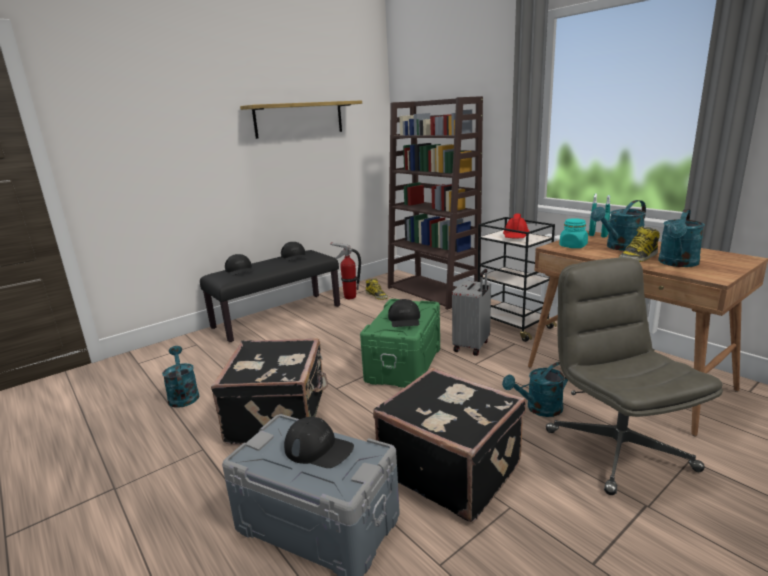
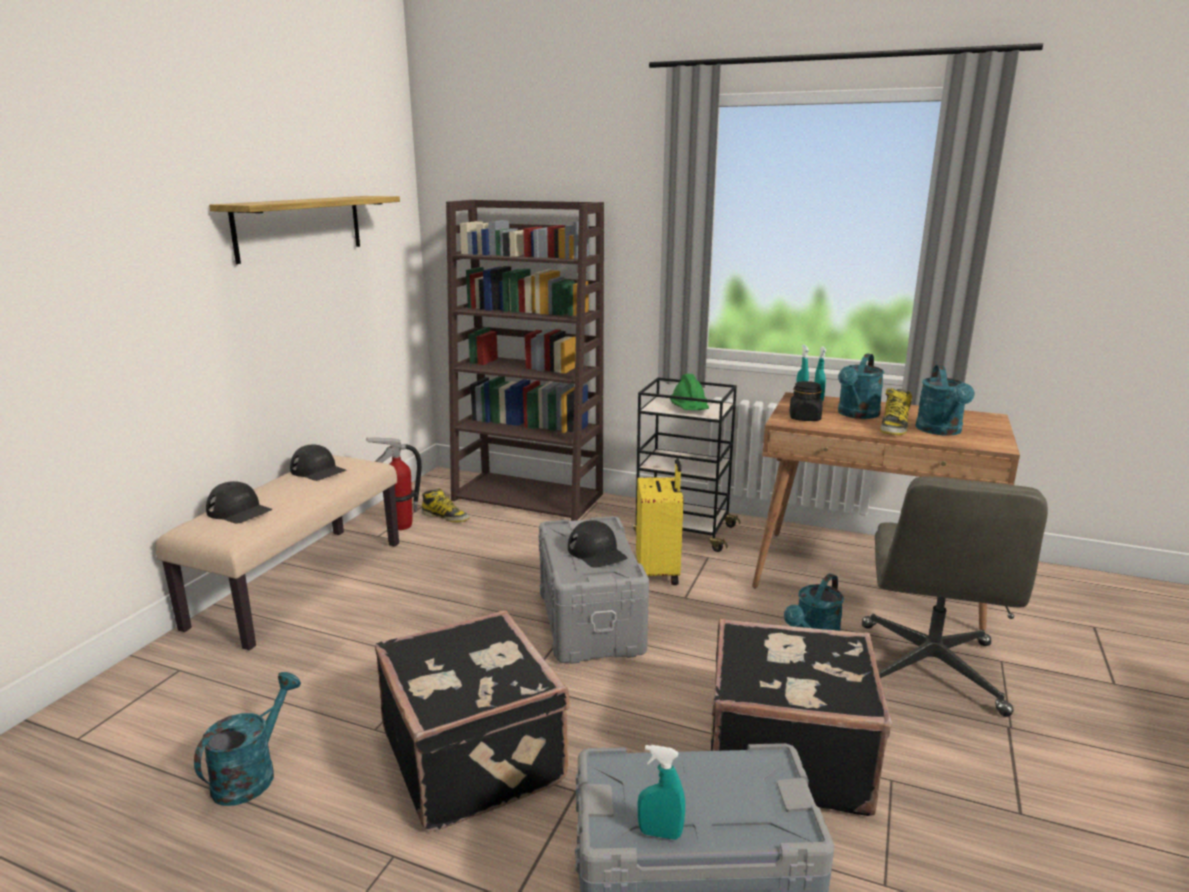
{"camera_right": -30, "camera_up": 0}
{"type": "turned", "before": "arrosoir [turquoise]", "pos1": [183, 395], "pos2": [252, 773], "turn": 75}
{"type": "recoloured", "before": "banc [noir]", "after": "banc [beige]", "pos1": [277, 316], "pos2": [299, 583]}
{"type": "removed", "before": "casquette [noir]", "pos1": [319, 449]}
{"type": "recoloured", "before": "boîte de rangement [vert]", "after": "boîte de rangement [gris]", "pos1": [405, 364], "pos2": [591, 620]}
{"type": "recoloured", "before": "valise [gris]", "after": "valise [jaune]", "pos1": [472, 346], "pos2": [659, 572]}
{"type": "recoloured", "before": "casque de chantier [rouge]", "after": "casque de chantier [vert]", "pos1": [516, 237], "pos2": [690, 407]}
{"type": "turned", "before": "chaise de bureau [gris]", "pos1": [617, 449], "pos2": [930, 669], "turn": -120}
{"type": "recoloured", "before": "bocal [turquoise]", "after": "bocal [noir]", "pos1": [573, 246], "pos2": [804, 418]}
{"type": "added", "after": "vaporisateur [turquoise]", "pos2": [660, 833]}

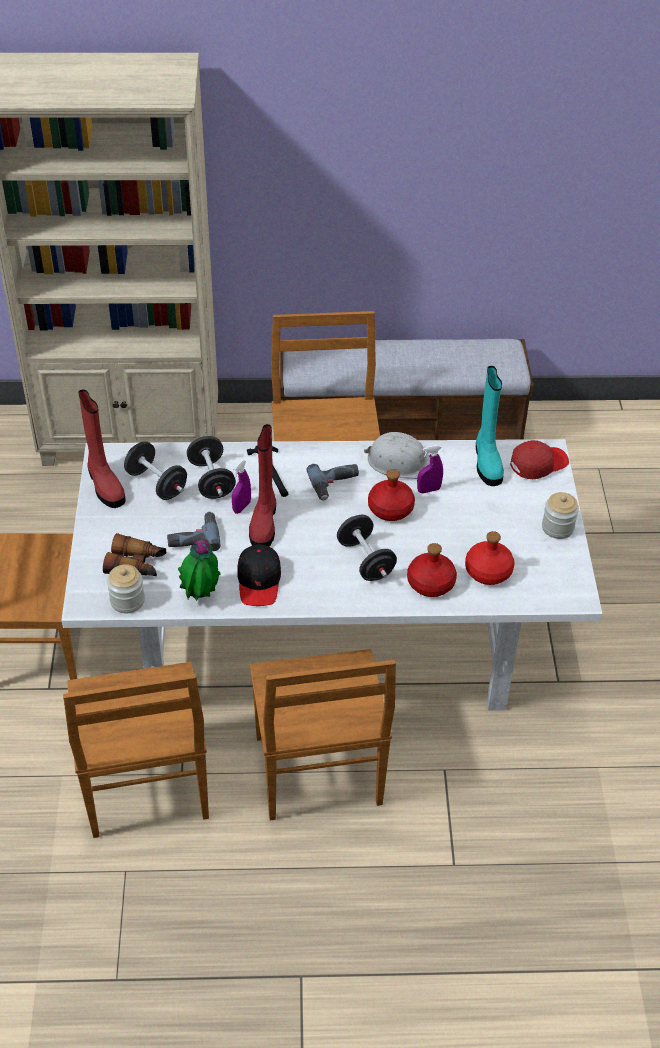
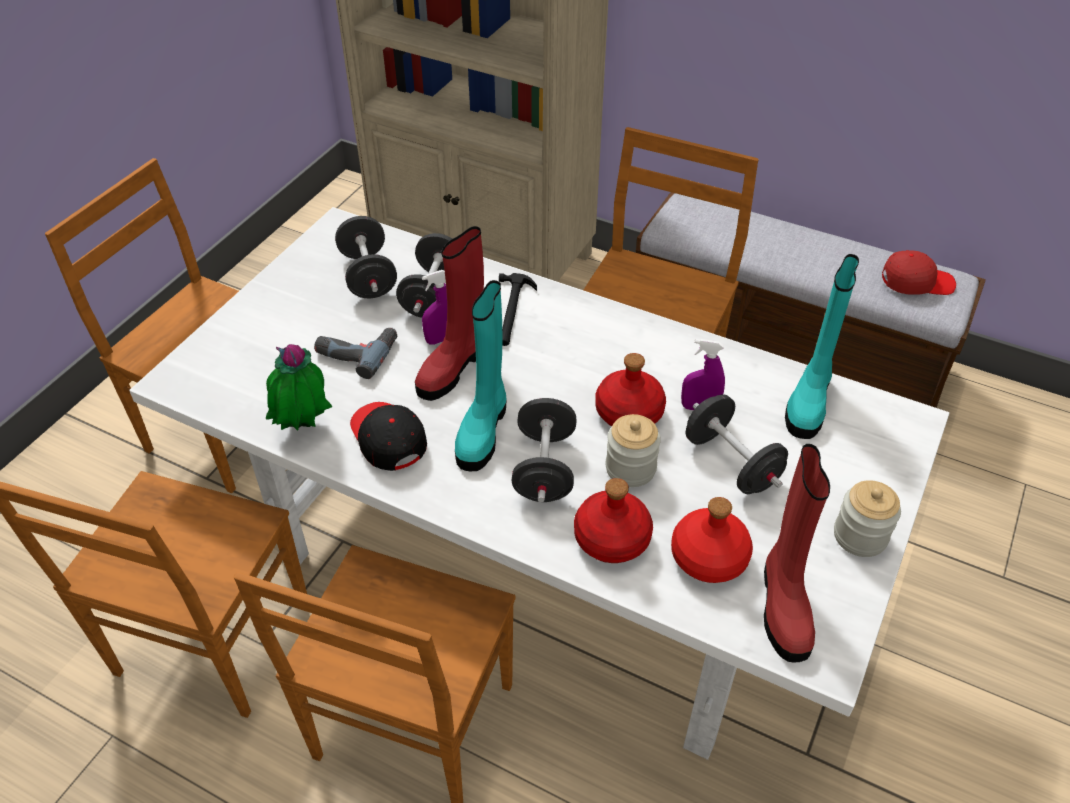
{"camera_right": 30, "camera_up": 0}
{"type": "moved", "before": "botte [rouge]", "pos1": [104, 485], "pos2": [783, 605]}
{"type": "removed", "before": "jumelles", "pos1": [136, 565]}
{"type": "moved", "before": "bocal", "pos1": [127, 601], "pos2": [630, 468]}
{"type": "turned", "before": "casquette [noir]", "pos1": [259, 581], "pos2": [387, 439], "turn": 120}
{"type": "removed", "before": "perceuse", "pos1": [335, 485]}
{"type": "removed", "before": "casque de chantier [blanc]", "pos1": [400, 462]}
{"type": "moved", "before": "casquette [rouge]", "pos1": [538, 464], "pos2": [916, 282]}
{"type": "added", "after": "botte [turquoise]", "pos2": [483, 430]}
{"type": "added", "after": "haltère [noir]", "pos2": [731, 463]}

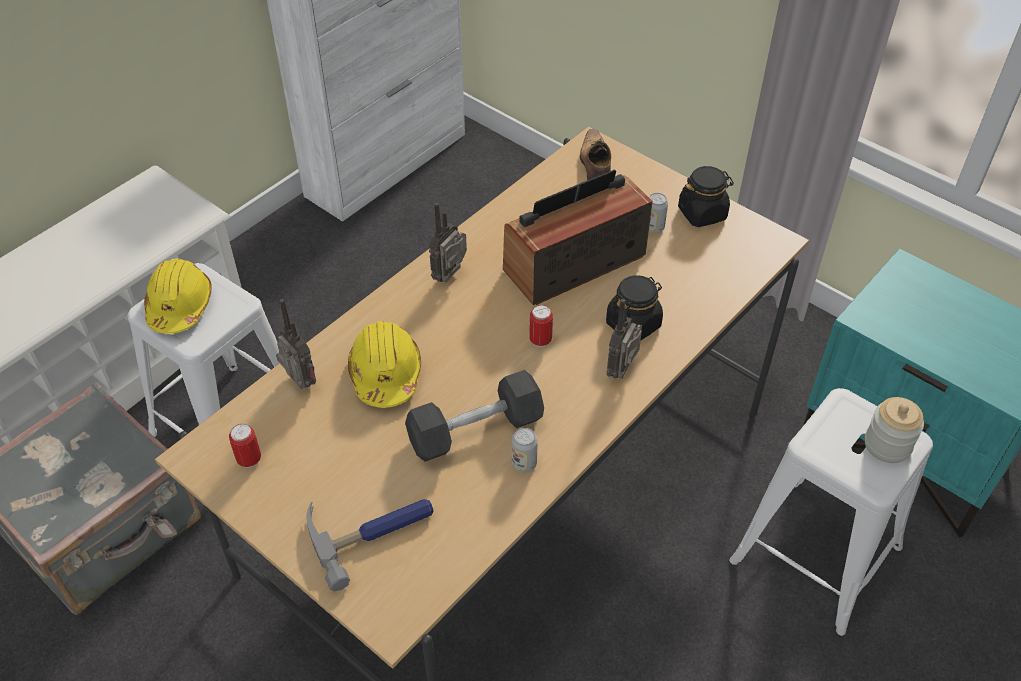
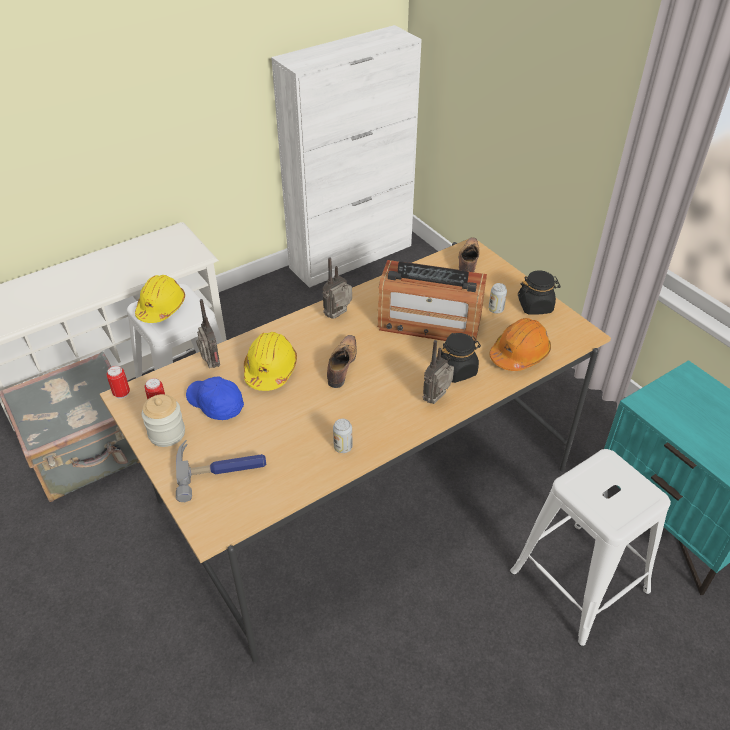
{"camera_right": 15, "camera_up": -5}
{"type": "removed", "before": "haltère [gris]", "pos1": [475, 430]}
{"type": "turned", "before": "radio", "pos1": [574, 262], "pos2": [429, 322], "turn": -150}
{"type": "moved", "before": "boîte métallique", "pos1": [540, 340], "pos2": [121, 393]}
{"type": "moved", "before": "bocal", "pos1": [887, 445], "pos2": [167, 433]}
{"type": "added", "after": "casquette [bleu]", "pos2": [215, 404]}
{"type": "added", "after": "chaussure", "pos2": [341, 366]}
{"type": "added", "after": "casque de chantier [orange]", "pos2": [519, 354]}

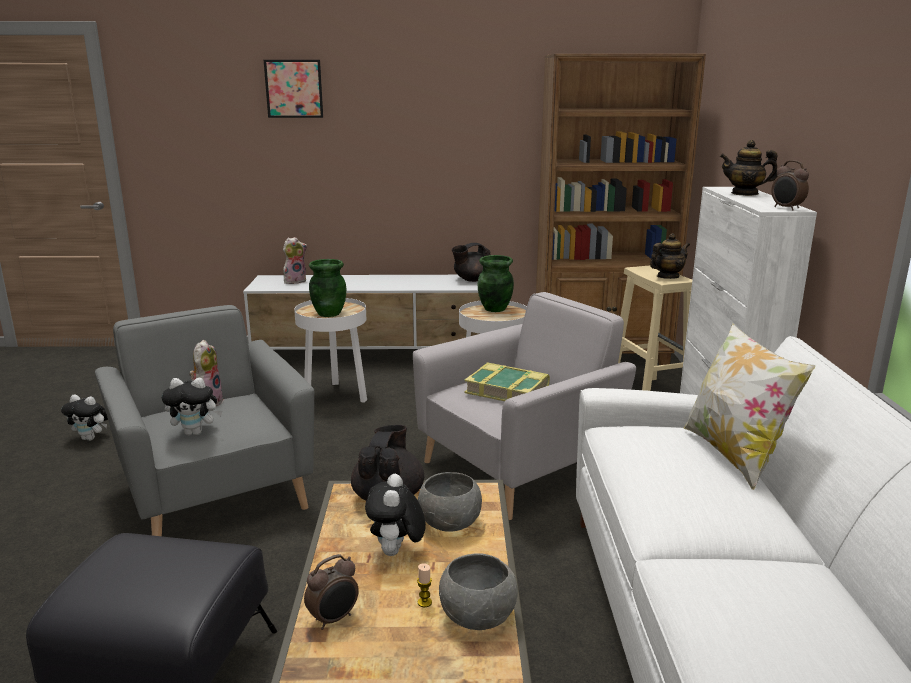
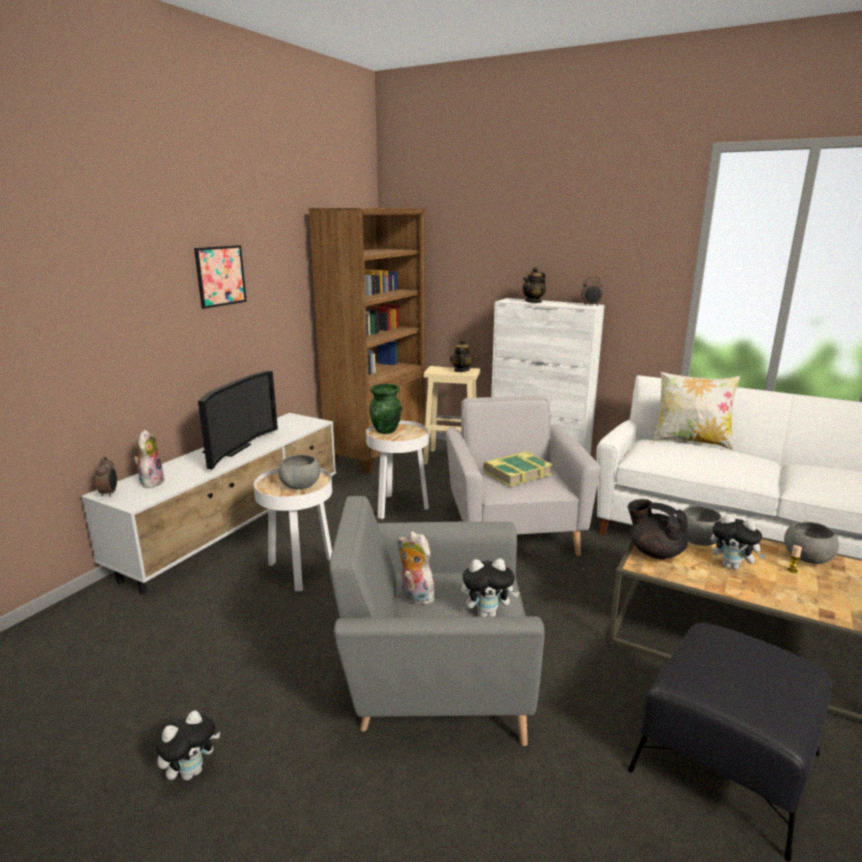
{"camera_right": -60, "camera_up": 0}
{"type": "turned", "before": "peluche", "pos1": [196, 433], "pos2": [487, 614], "turn": 60}
{"type": "moved", "before": "tableau", "pos1": [294, 89], "pos2": [220, 276]}
{"type": "moved", "before": "réveil", "pos1": [334, 619], "pos2": [109, 493]}
{"type": "replaced", "before": "vase [vert]", "after": "bol [gris]", "pos1": [328, 313], "pos2": [300, 486]}
{"type": "removed", "before": "théière [noir]", "pos1": [472, 280]}
{"type": "added", "after": "téléviseur", "pos2": [232, 449]}

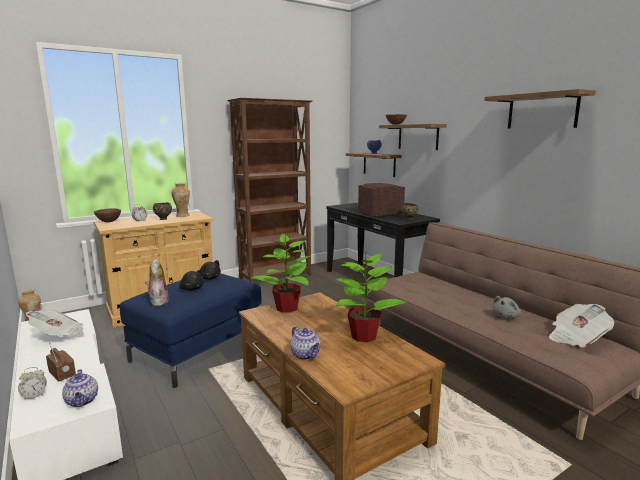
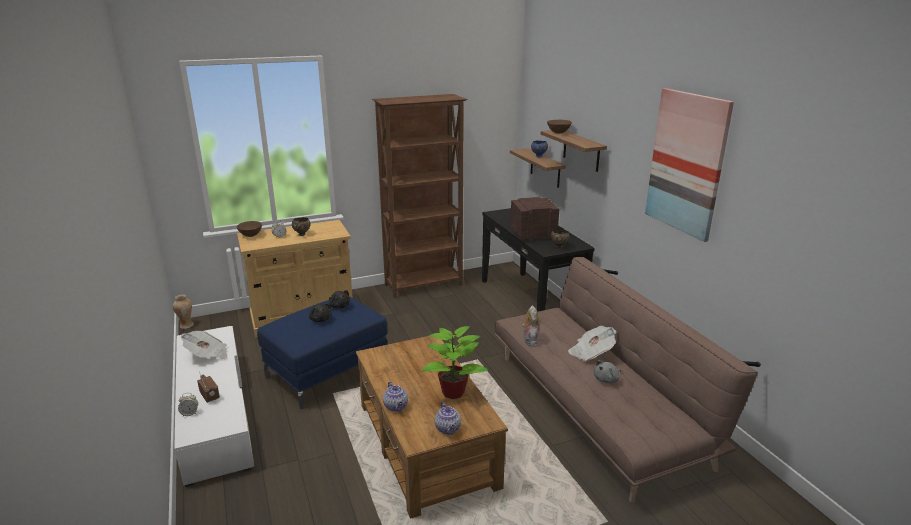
{"camera_right": 10, "camera_up": 10}
{"type": "moved", "before": "théière", "pos1": [82, 401], "pos2": [448, 429]}
{"type": "moved", "before": "peluche", "pos1": [158, 301], "pos2": [530, 341]}
{"type": "removed", "before": "vase", "pos1": [182, 216]}
{"type": "removed", "before": "plante en pot", "pos1": [286, 308]}
{"type": "replaced", "before": "étagère", "after": "tableau", "pos1": [542, 111], "pos2": [687, 163]}
{"type": "moved", "before": "journal", "pos1": [576, 338], "pos2": [591, 353]}

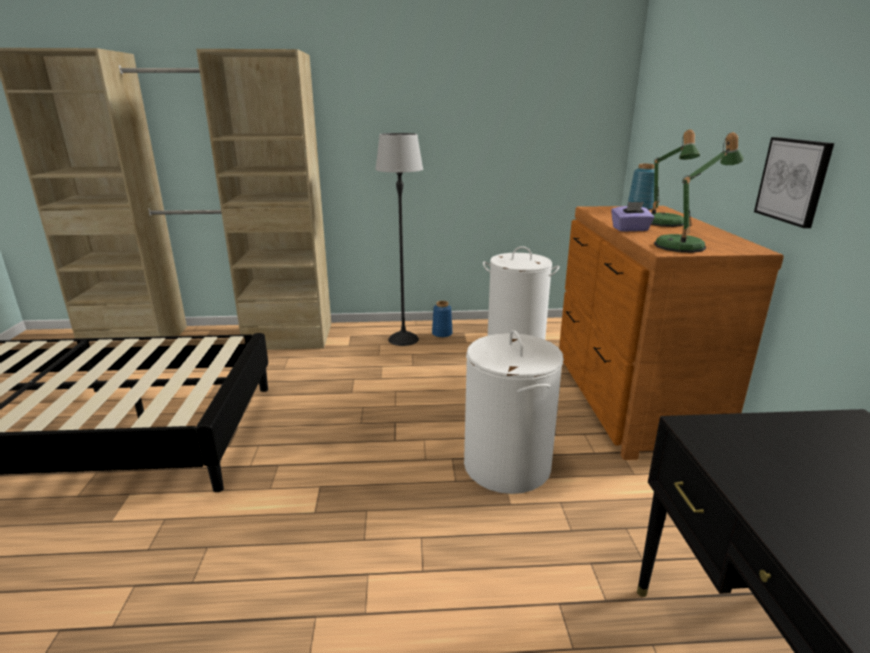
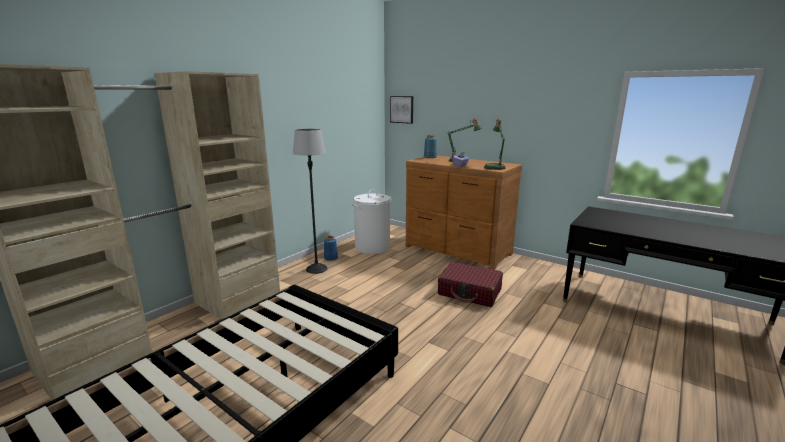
{"camera_right": -50, "camera_up": -5}
{"type": "replaced", "before": "panier à linge [blanc]", "after": "valise [rouge]", "pos1": [507, 466], "pos2": [470, 292]}
{"type": "moved", "before": "tableau", "pos1": [793, 180], "pos2": [402, 109]}

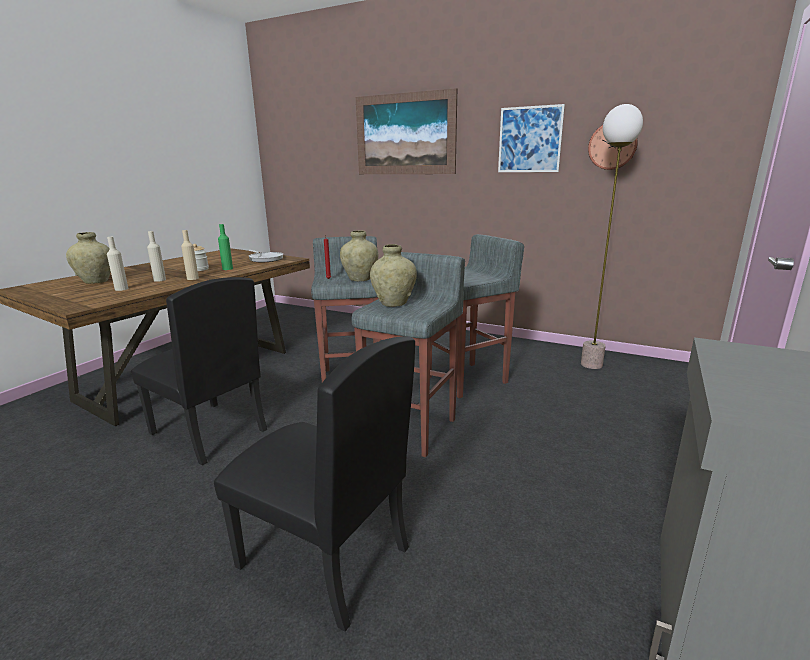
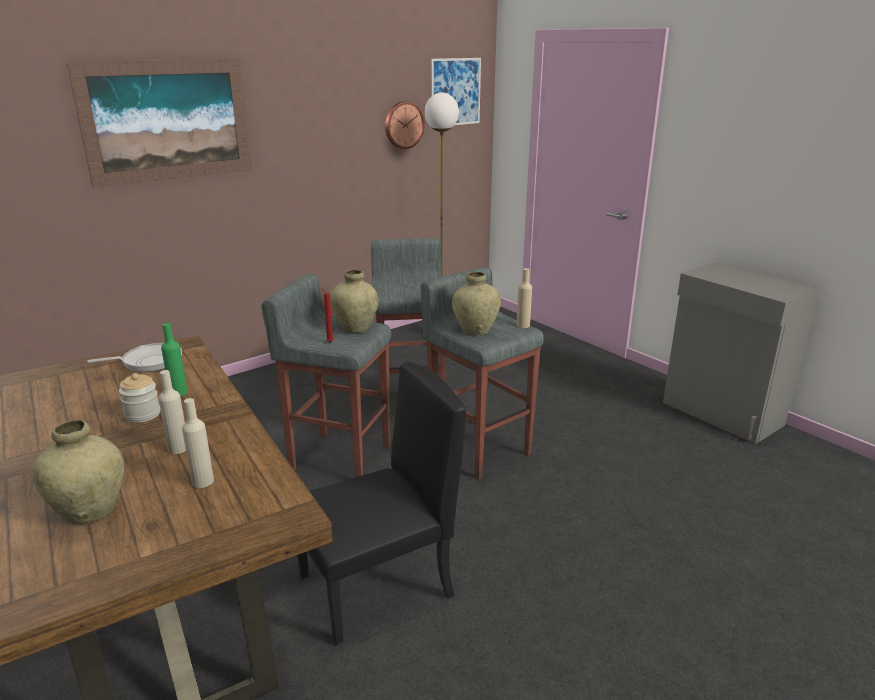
{"camera_right": -65, "camera_up": 5}
{"type": "moved", "before": "bouteille [beige]", "pos1": [192, 278], "pos2": [523, 325]}
{"type": "removed", "before": "chaise [noir]", "pos1": [323, 558]}
{"type": "moved", "before": "tableau", "pos1": [530, 139], "pos2": [455, 92]}

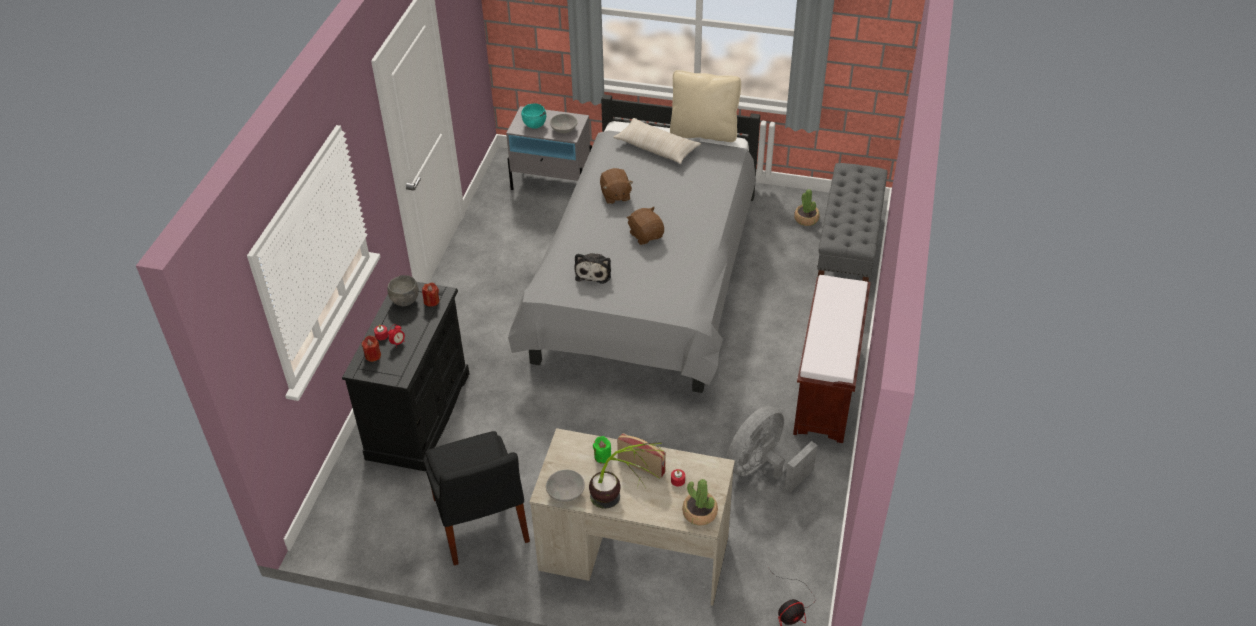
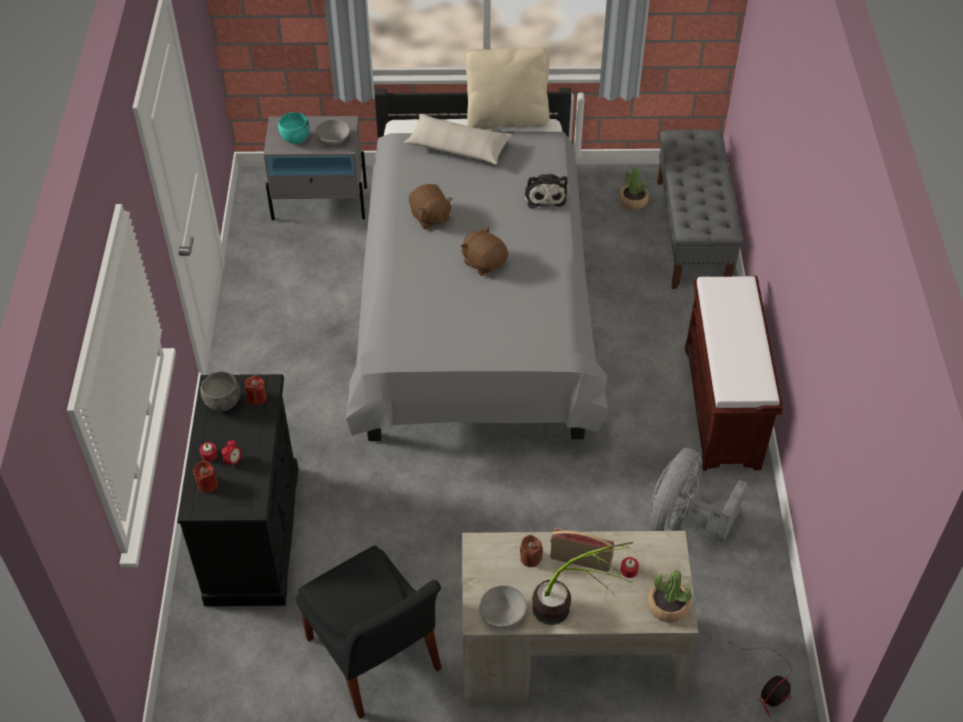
{"camera_right": -15, "camera_up": 5}
{"type": "moved", "before": "peluche", "pos1": [594, 272], "pos2": [544, 195]}
{"type": "recoloured", "before": "bougie [vert]", "after": "bougie [marron]", "pos1": [602, 456], "pos2": [530, 558]}

